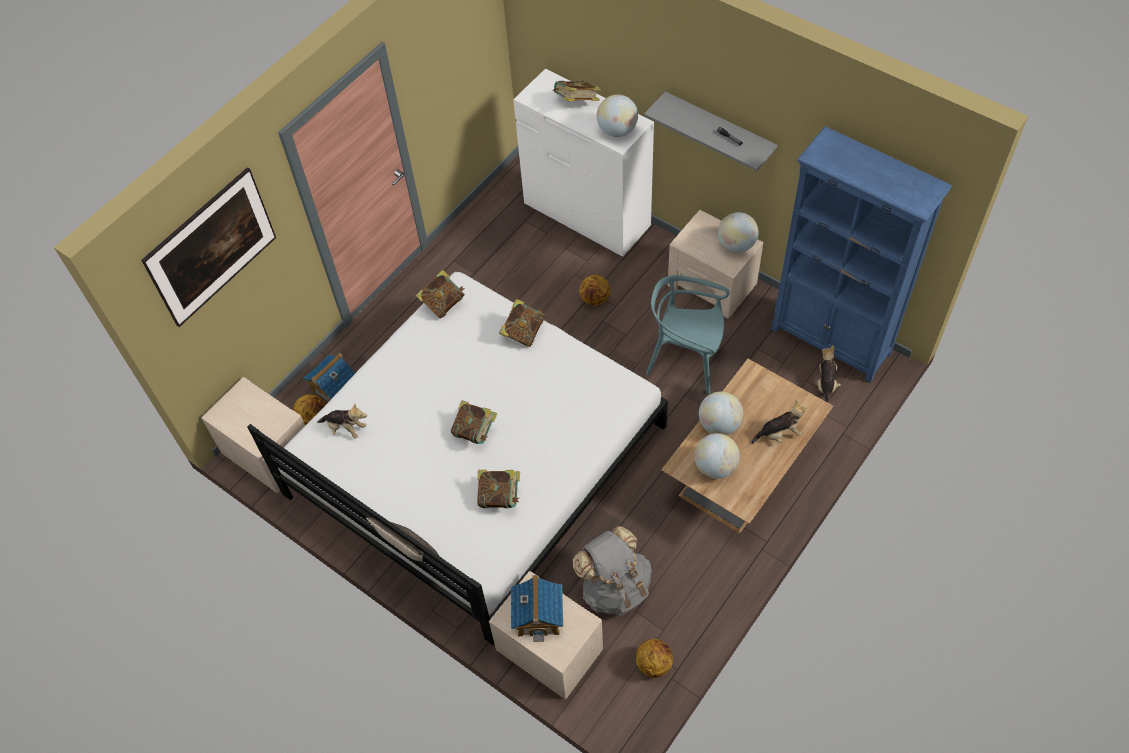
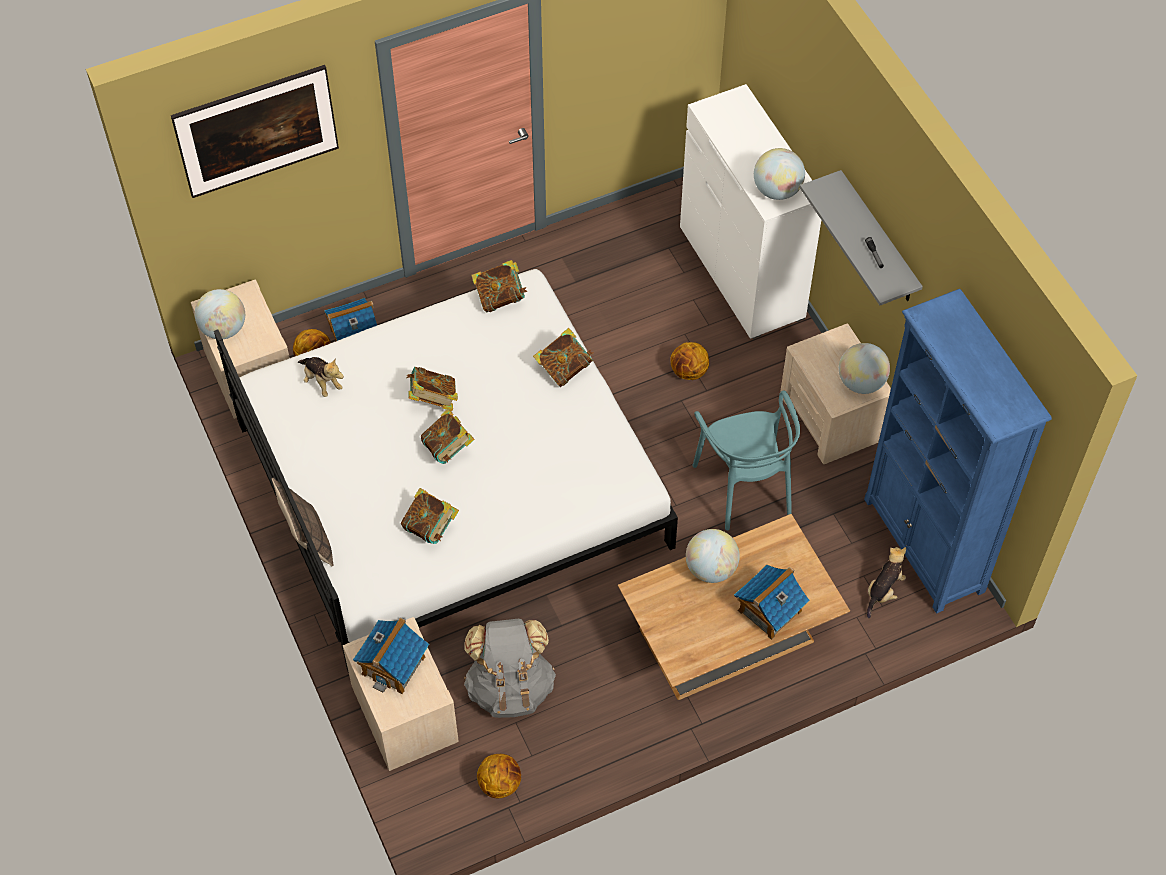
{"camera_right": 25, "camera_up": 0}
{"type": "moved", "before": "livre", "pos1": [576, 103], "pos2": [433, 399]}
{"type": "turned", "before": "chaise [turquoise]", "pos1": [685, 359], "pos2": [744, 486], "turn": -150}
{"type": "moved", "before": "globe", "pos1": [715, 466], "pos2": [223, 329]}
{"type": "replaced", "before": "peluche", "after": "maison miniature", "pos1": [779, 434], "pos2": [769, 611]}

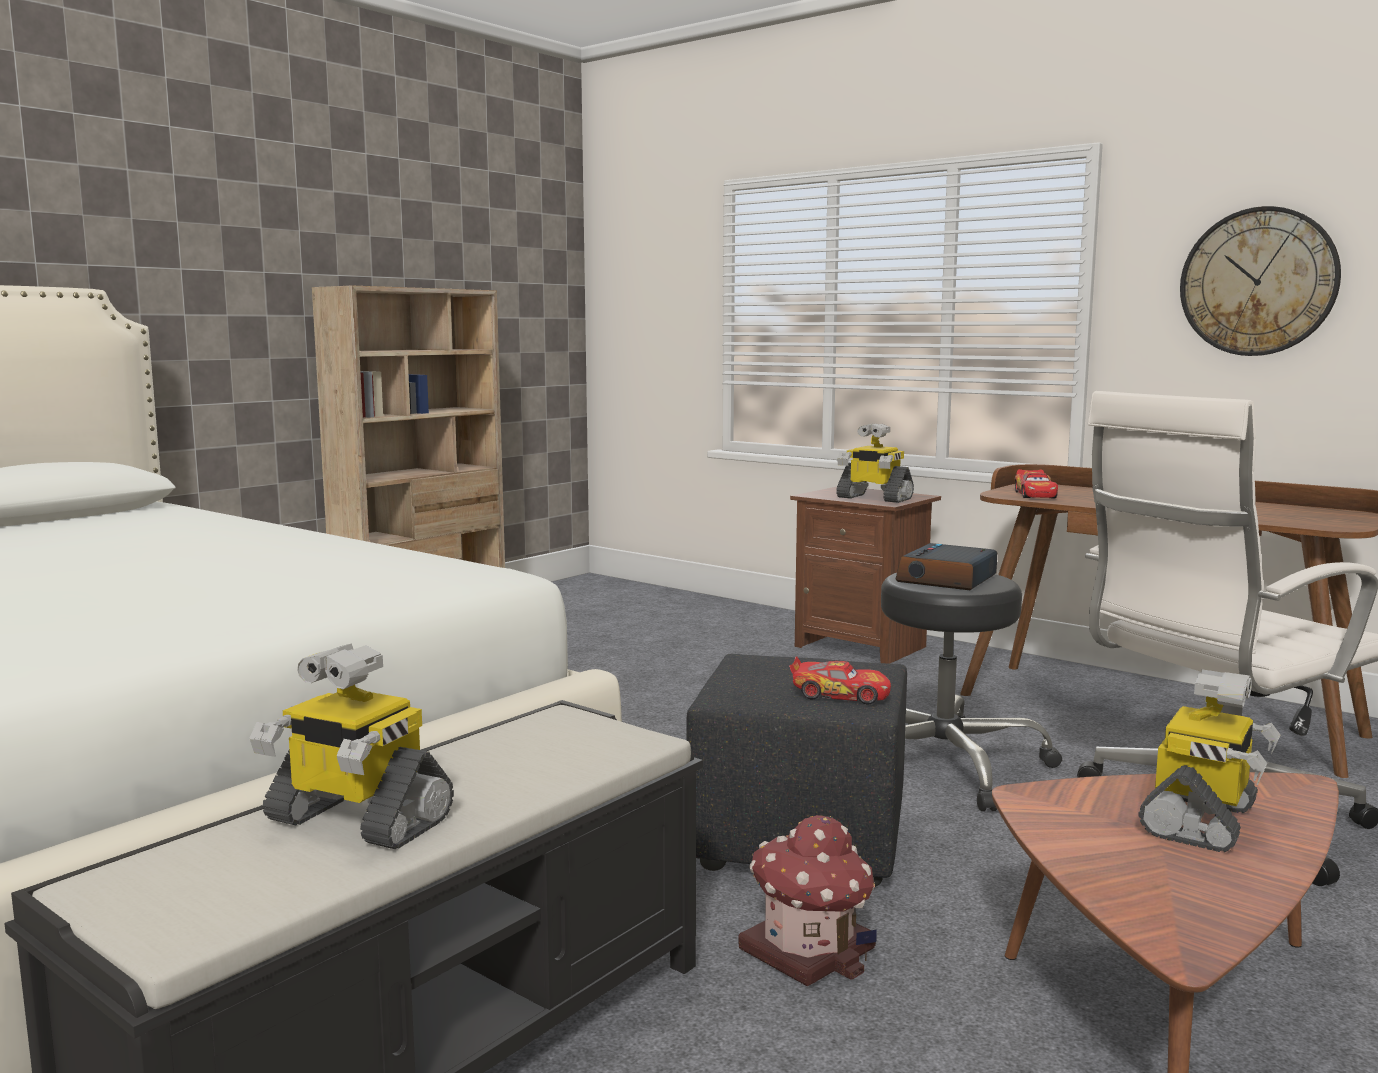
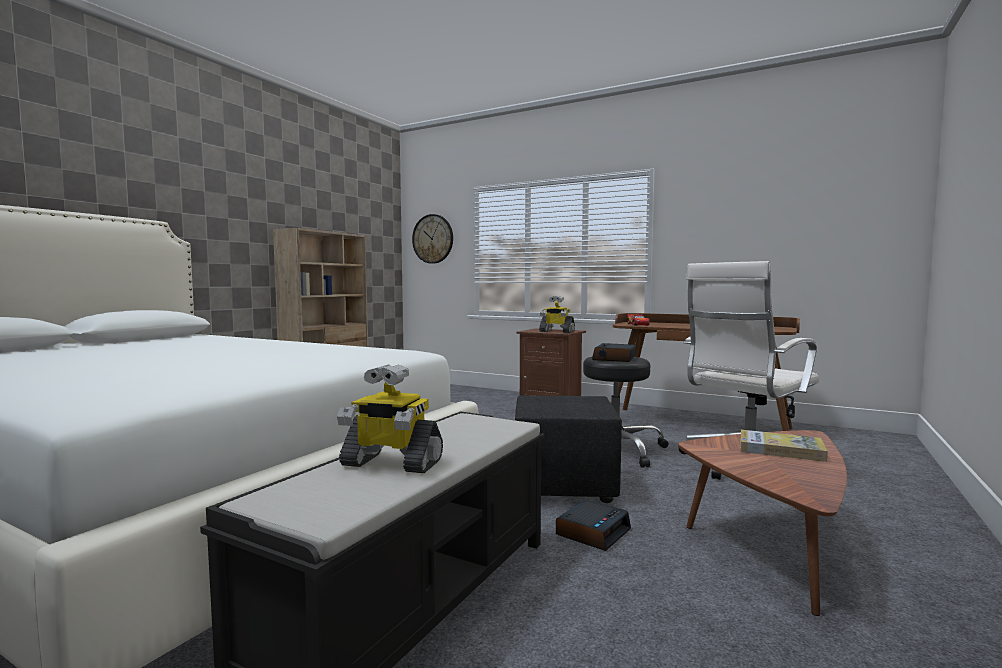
{"camera_right": -10, "camera_up": -5}
{"type": "replaced", "before": "maison miniature", "after": "réveil", "pos1": [809, 949], "pos2": [593, 532]}
{"type": "removed", "before": "petite voiture", "pos1": [840, 694]}
{"type": "replaced", "before": "robot jouet", "after": "livre", "pos1": [1201, 821], "pos2": [780, 449]}
{"type": "moved", "before": "horloge murale", "pos1": [1258, 282], "pos2": [433, 239]}

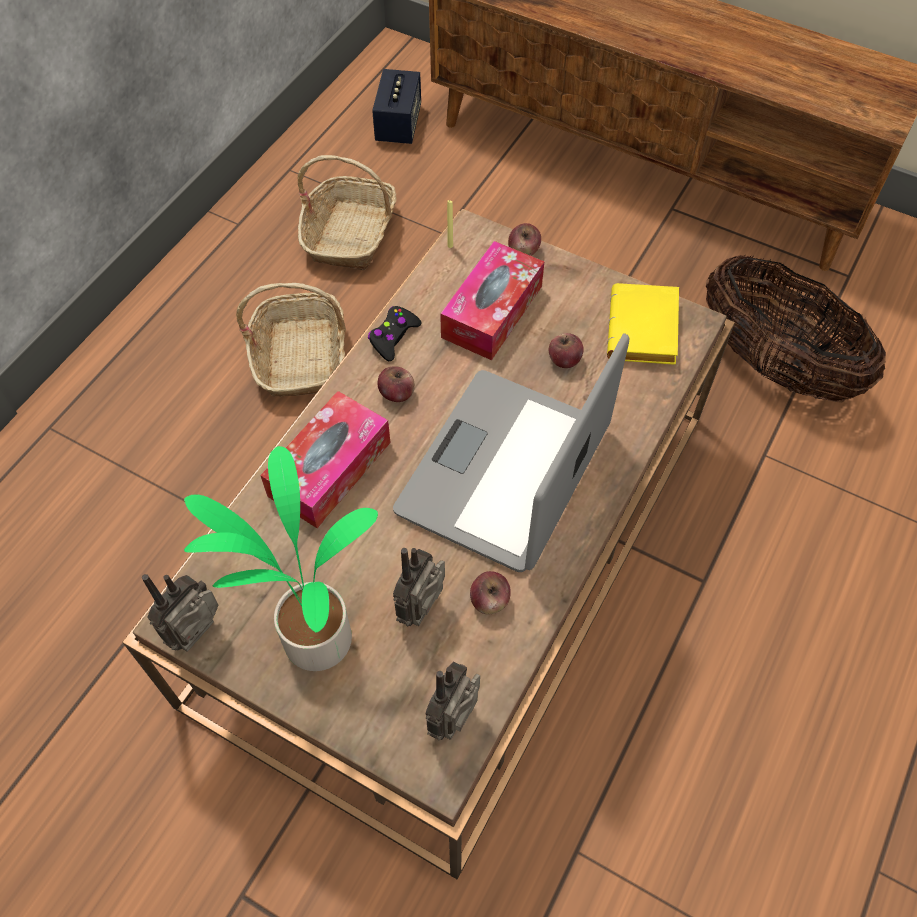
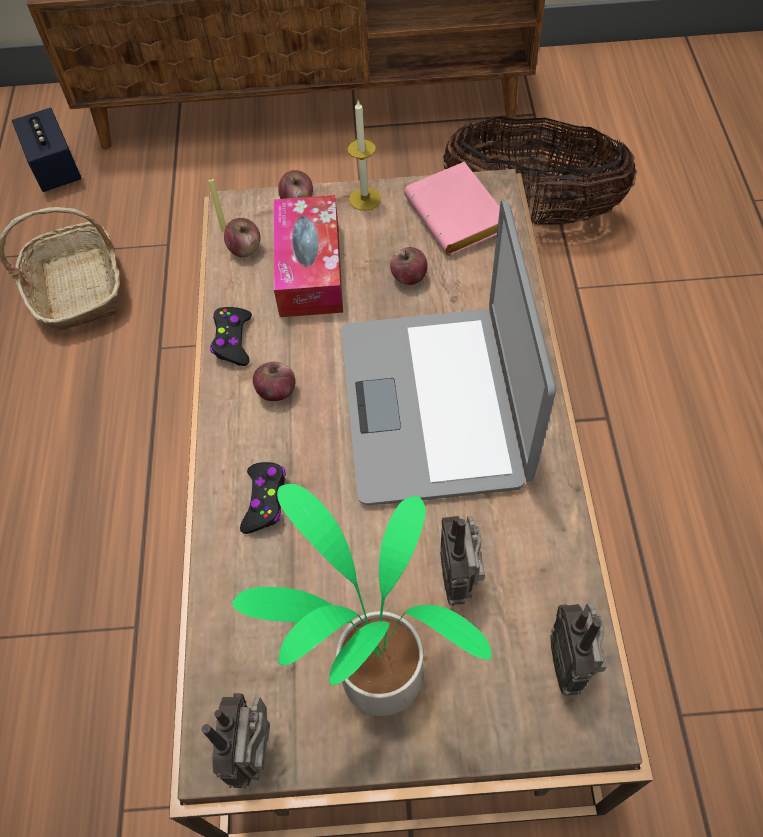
{"camera_right": -30, "camera_up": 0}
{"type": "removed", "before": "panier", "pos1": [301, 356]}
{"type": "replaced", "before": "boîte à mouchoirs", "after": "manette [noir]", "pos1": [329, 469], "pos2": [265, 500]}
{"type": "moved", "before": "pomme", "pos1": [489, 600], "pos2": [245, 249]}
{"type": "recoloured", "before": "livre [jaune]", "after": "livre [rose]", "pos1": [645, 332], "pos2": [459, 217]}
{"type": "added", "after": "bougie", "pos2": [364, 199]}

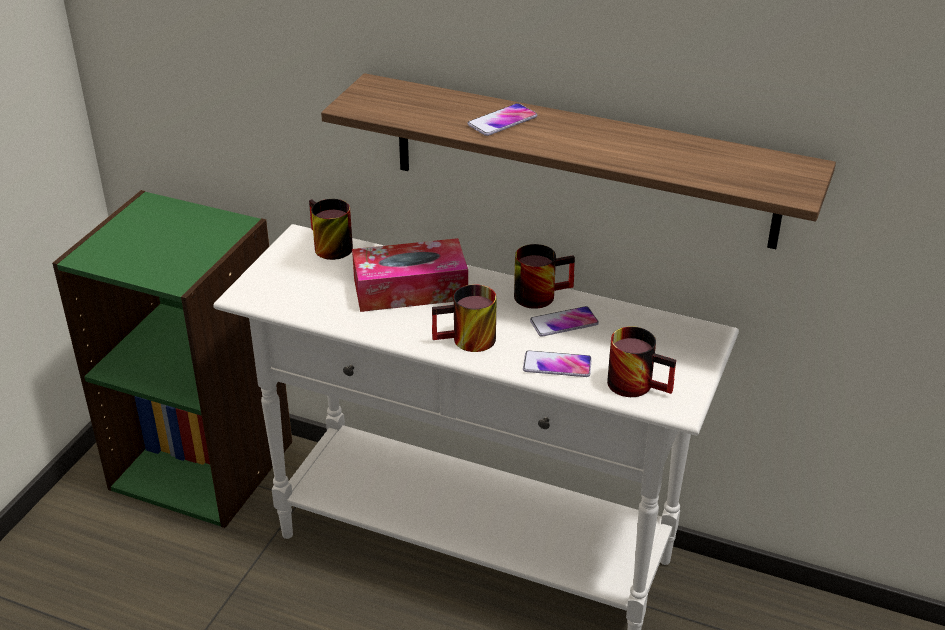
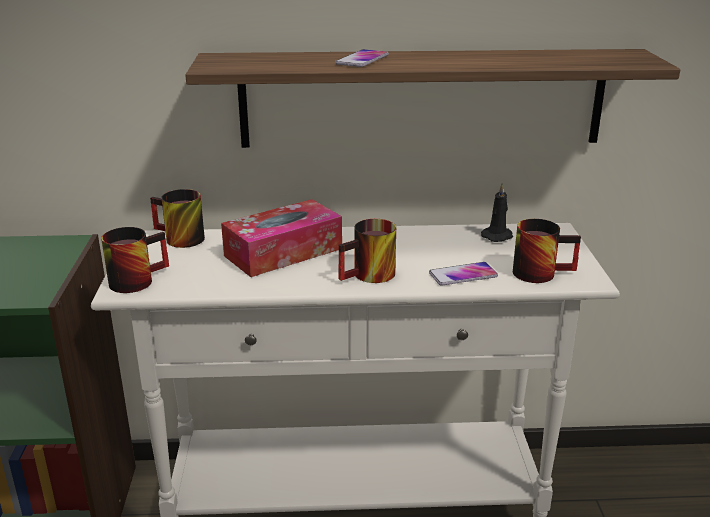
{"camera_right": -25, "camera_up": -10}
{"type": "moved", "before": "mug", "pos1": [540, 293], "pos2": [136, 279]}
{"type": "removed", "before": "téléphone", "pos1": [564, 323]}
{"type": "added", "after": "bougie [noir]", "pos2": [498, 236]}

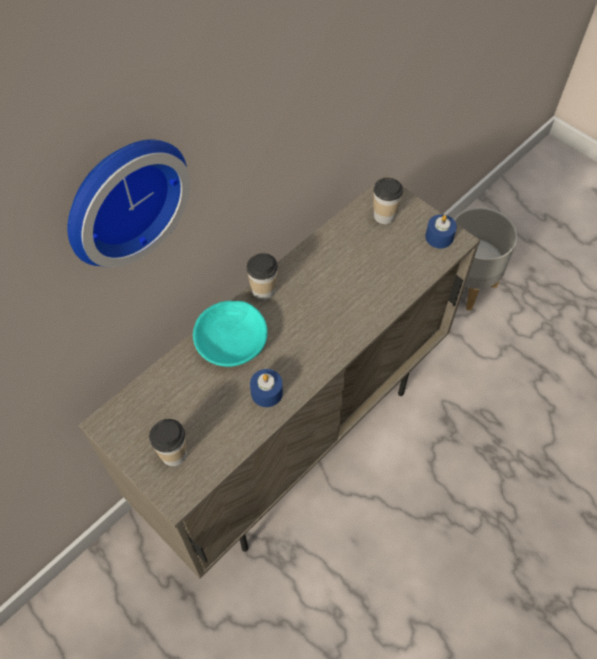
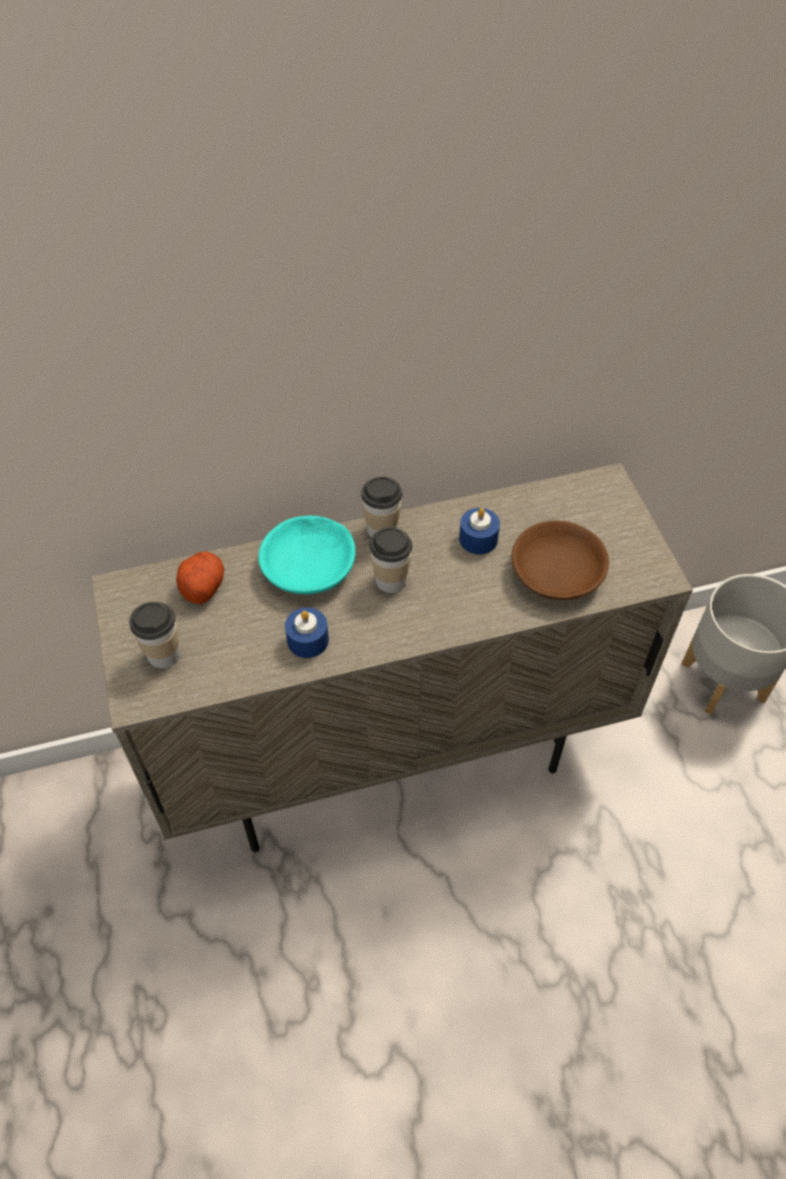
{"camera_right": 30, "camera_up": -5}
{"type": "removed", "before": "horloge murale", "pos1": [121, 197]}
{"type": "moved", "before": "tasse", "pos1": [384, 216], "pos2": [391, 580]}
{"type": "moved", "before": "bougie [bleu]", "pos1": [439, 237], "pos2": [478, 539]}
{"type": "added", "after": "pomme de terre", "pos2": [202, 586]}
{"type": "added", "after": "bol [marron]", "pos2": [555, 572]}

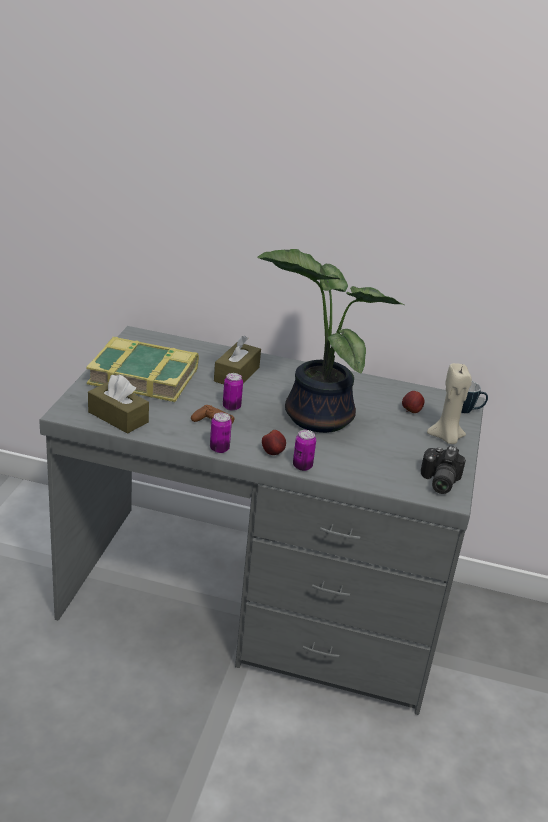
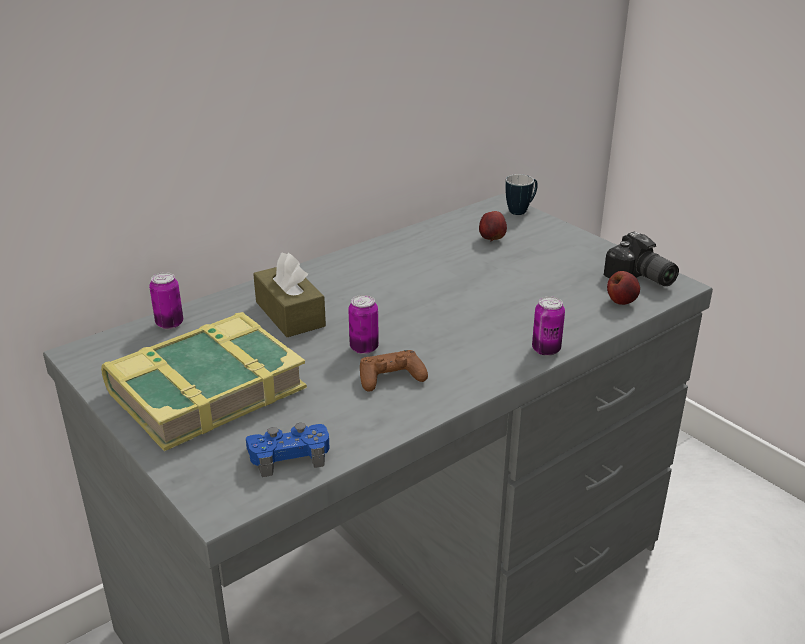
{"camera_right": -50, "camera_up": 0}
{"type": "replaced", "before": "boîte à mouchoirs [marron]", "after": "manette [bleu]", "pos1": [118, 417], "pos2": [289, 455]}
{"type": "moved", "before": "boîte métallique", "pos1": [219, 449], "pos2": [169, 324]}
{"type": "removed", "before": "plante en pot", "pos1": [314, 415]}
{"type": "moved", "before": "pomme", "pos1": [273, 453], "pos2": [621, 302]}
{"type": "removed", "before": "bougie [beige]", "pos1": [446, 438]}

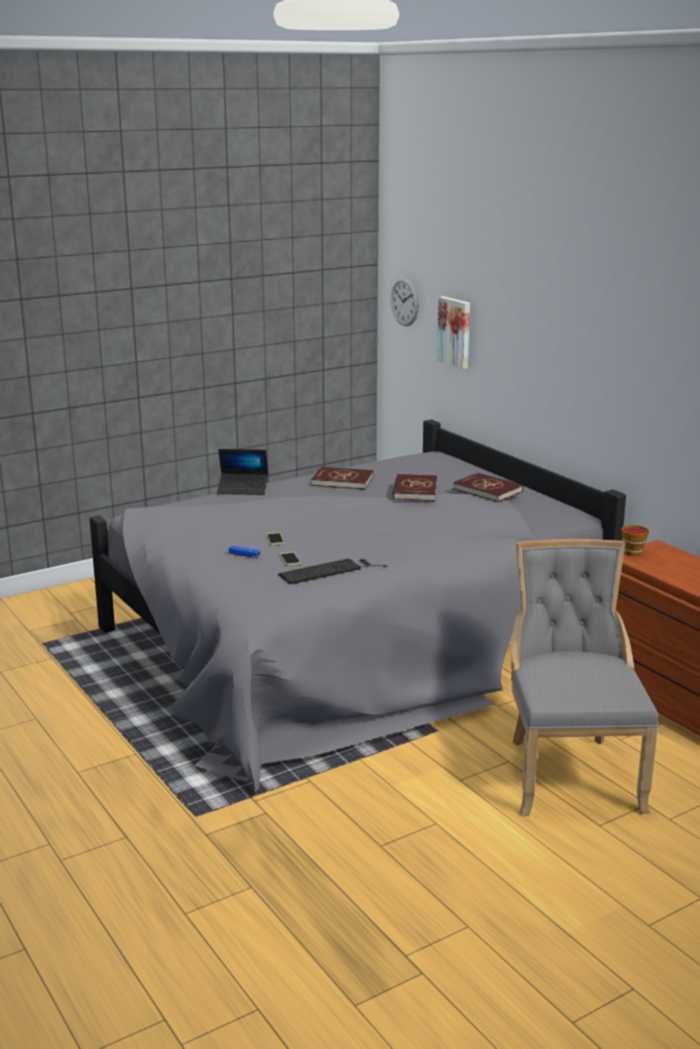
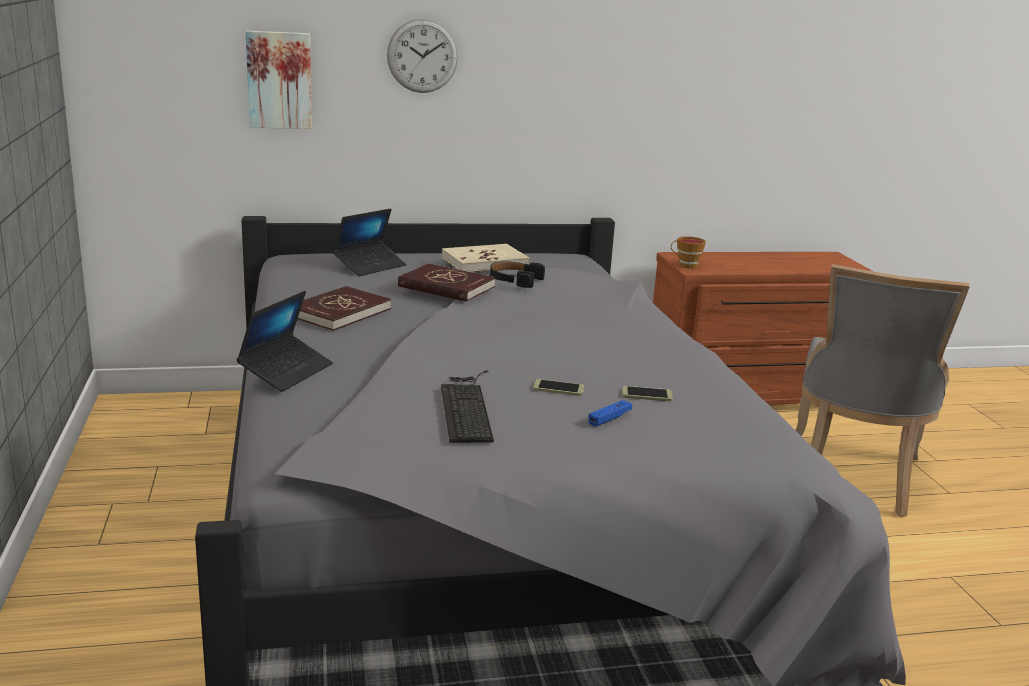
{"camera_right": -70, "camera_up": 0}
{"type": "moved", "before": "clavier", "pos1": [330, 571], "pos2": [466, 406]}
{"type": "moved", "before": "horloge murale", "pos1": [404, 301], "pos2": [422, 56]}
{"type": "recoloured", "before": "livre [rouge]", "after": "livre [beige]", "pos1": [487, 490], "pos2": [484, 262]}
{"type": "turned", "before": "chaise [gris]", "pos1": [569, 772], "pos2": [852, 477], "turn": -90}
{"type": "added", "after": "ordinateur portable", "pos2": [370, 266]}
{"type": "added", "after": "casque audio [noir]", "pos2": [514, 280]}

